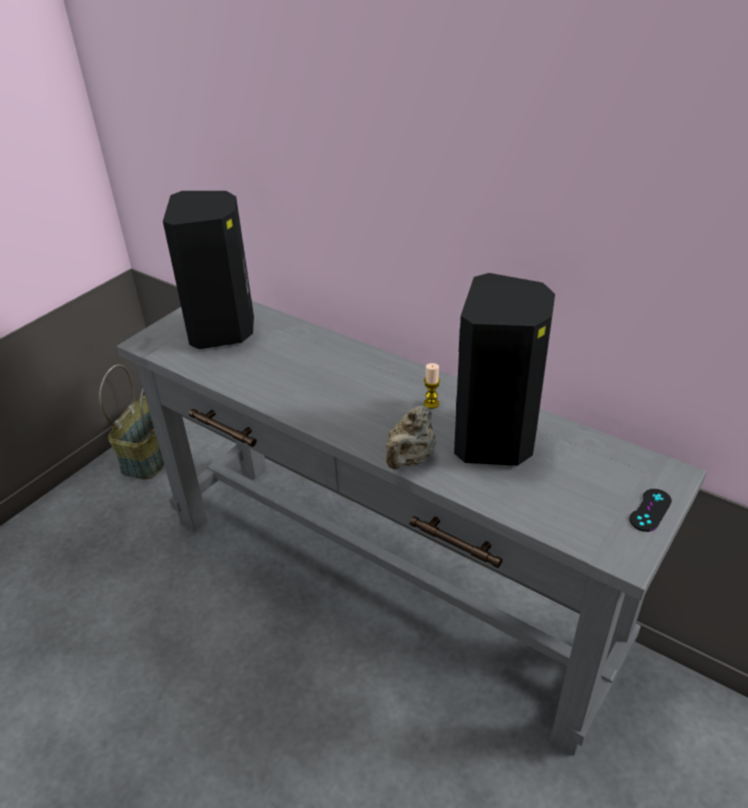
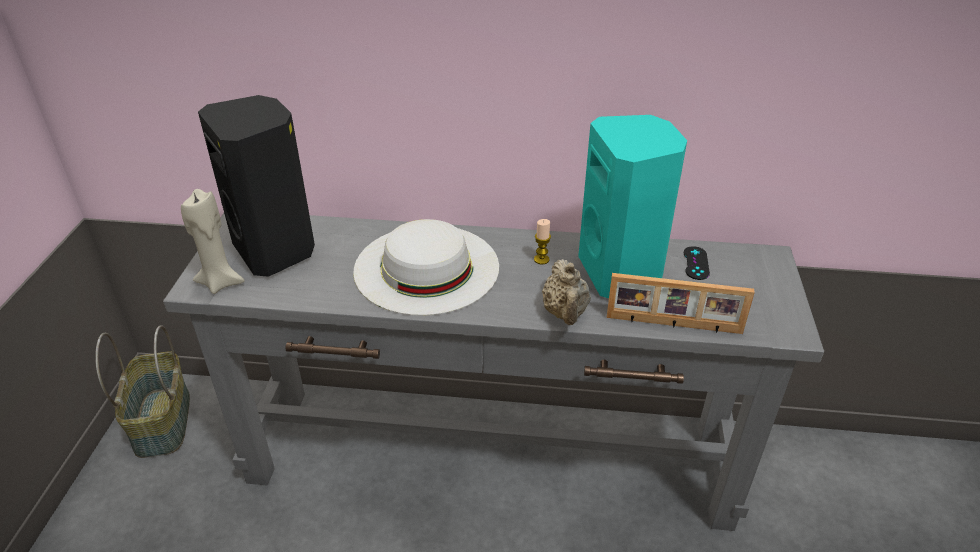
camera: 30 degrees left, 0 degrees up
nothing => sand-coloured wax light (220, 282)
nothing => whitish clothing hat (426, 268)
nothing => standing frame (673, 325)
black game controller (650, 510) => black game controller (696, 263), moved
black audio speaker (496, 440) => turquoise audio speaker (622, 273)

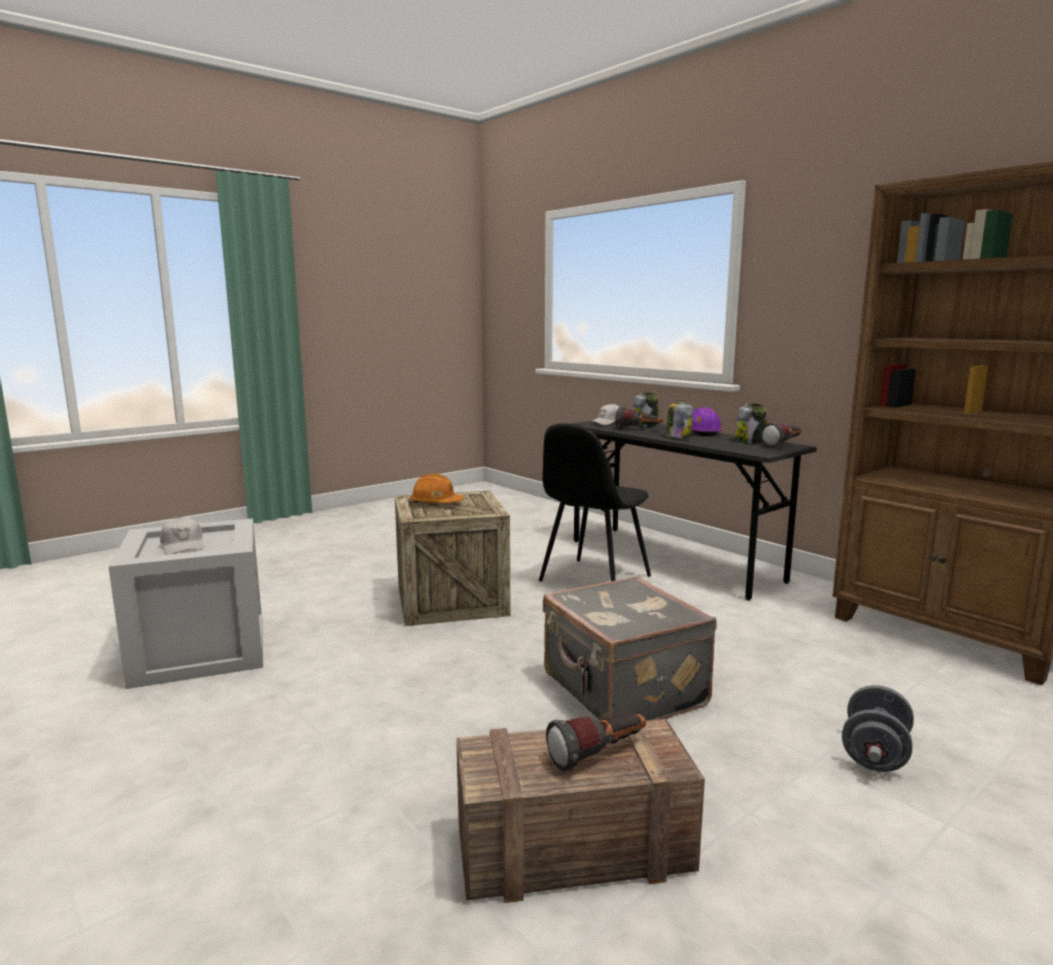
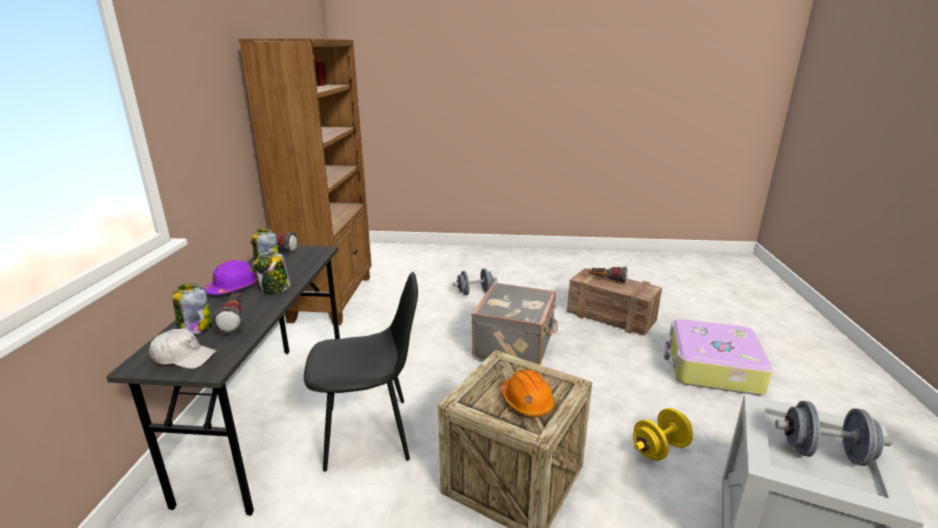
camera: 135 degrees left, 10 degrees up
nothing => yellow-coloured free weight (659, 449)
nothing => piece of luggage (712, 368)
whitish baseball cap (183, 546) => greyish free weight (824, 453)

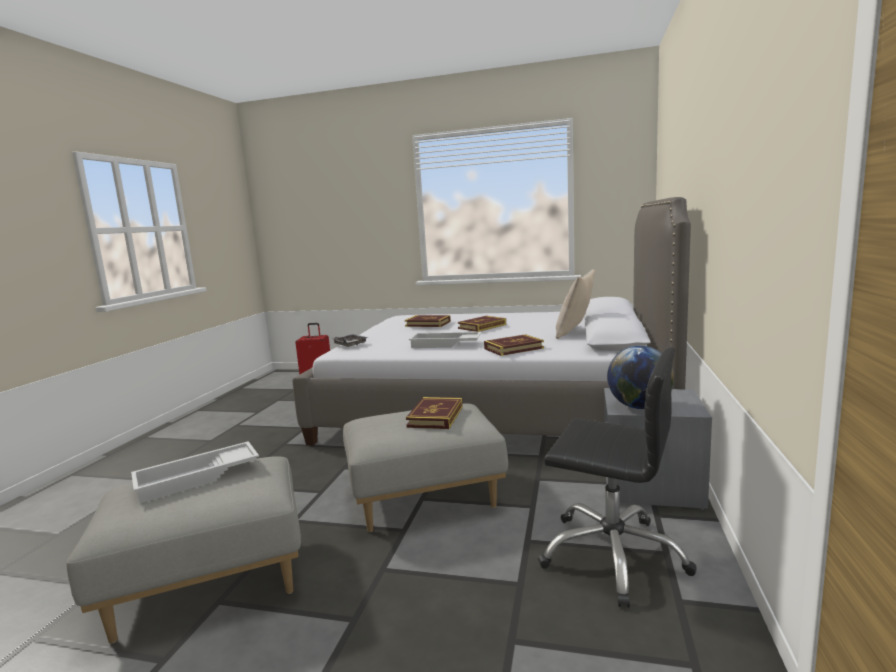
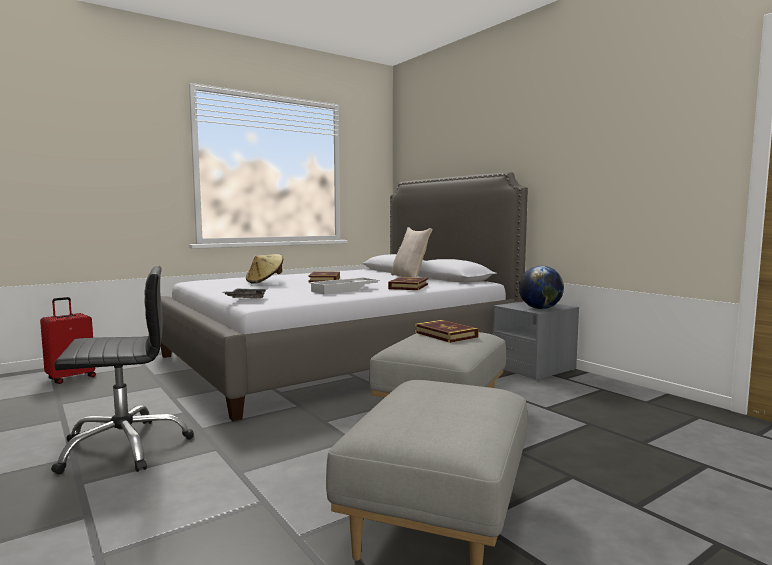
camera: 50 degrees left, 5 degrees down
whitish carrying tray (197, 478) => nothing
black office chair (613, 555) => black office chair (124, 447), moved
volume (428, 324) => sand-coloured clothing hat (265, 281)

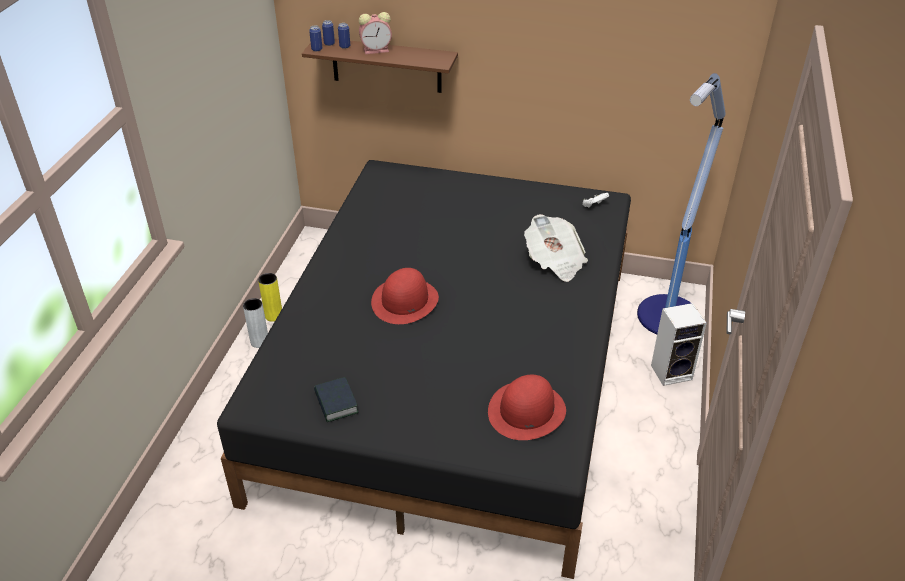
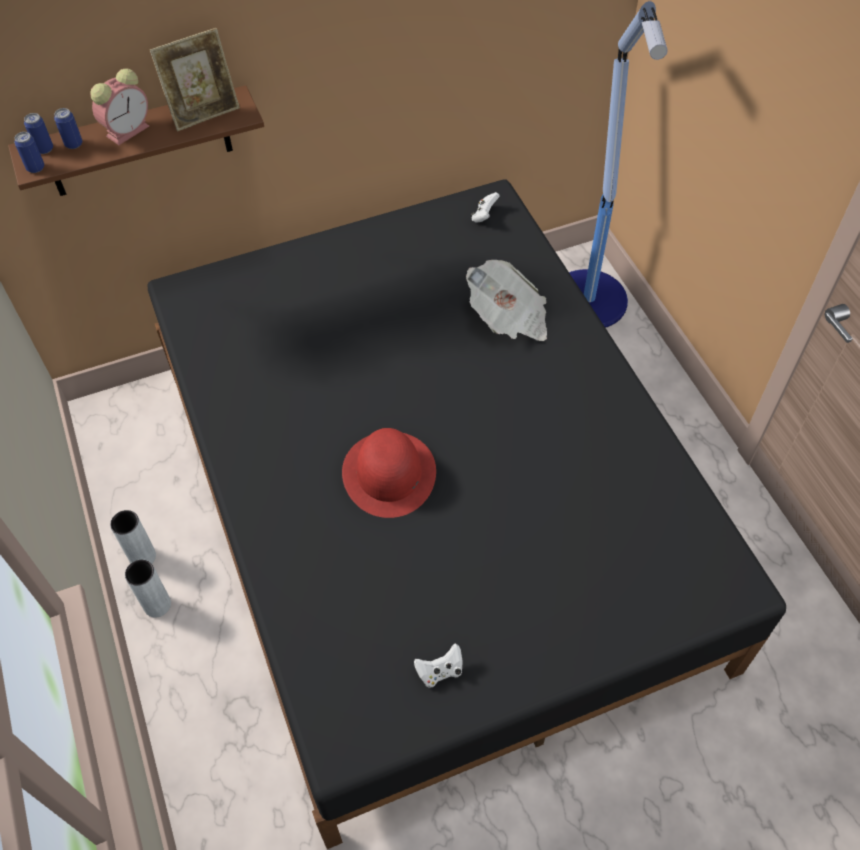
camera: 35 degrees left, 15 degrees up
red clothing hat (526, 411) => nothing
audio speaker (672, 371) => nothing
nothing => standing frame (204, 112)
volume (336, 403) => whitish game controller (440, 671)
yellow-coloured vase (274, 315) => greyish vase (142, 557)

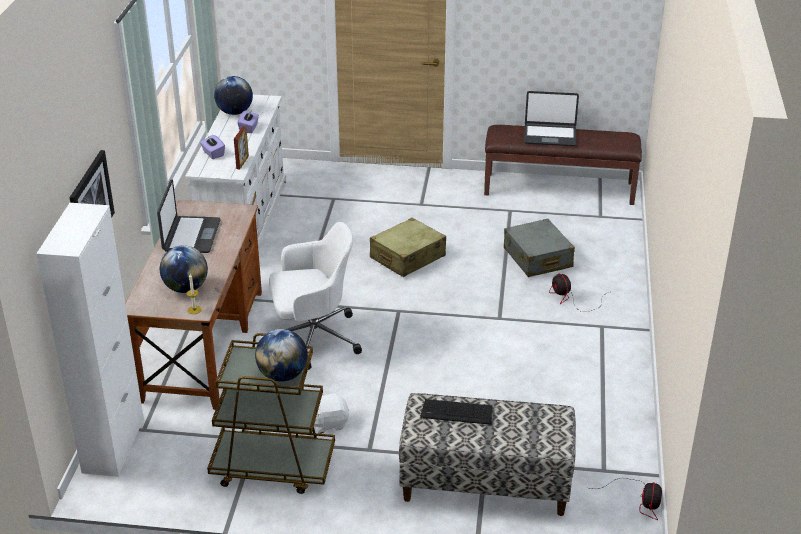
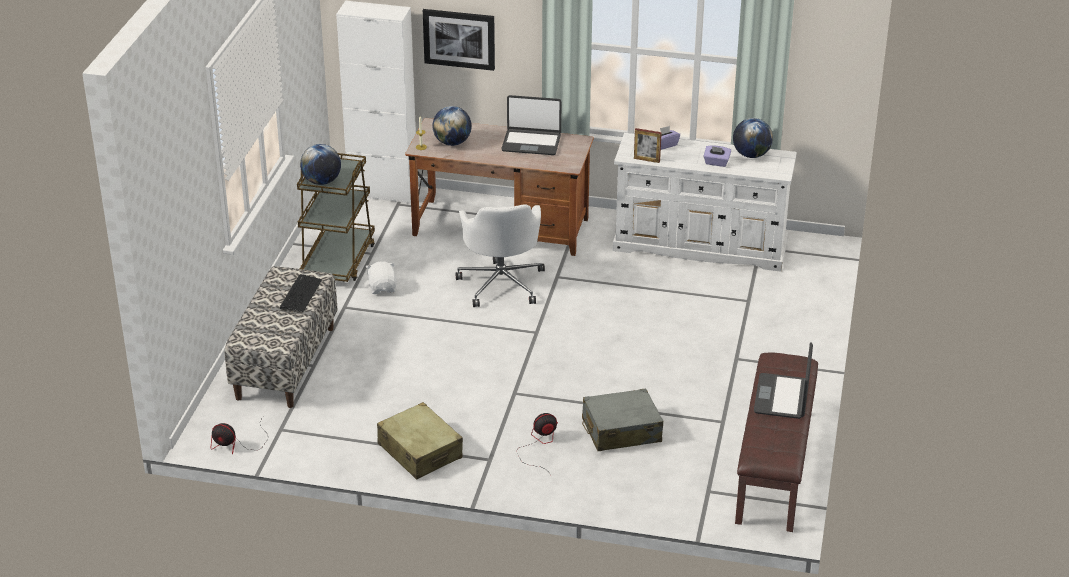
camera: 95 degrees right, 0 degrees up
sand-coloured piece of luggage (407, 257) => sand-coloured piece of luggage (420, 451), moved

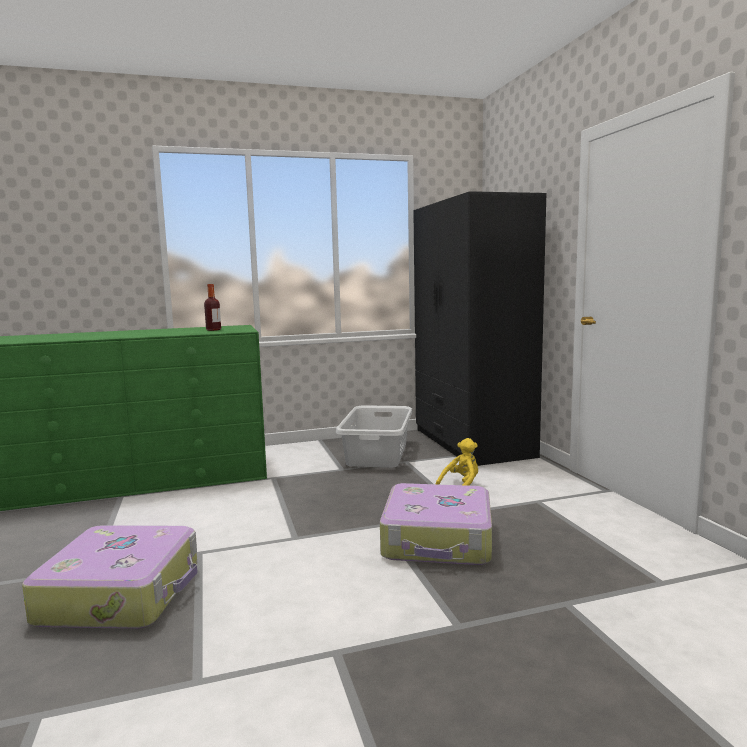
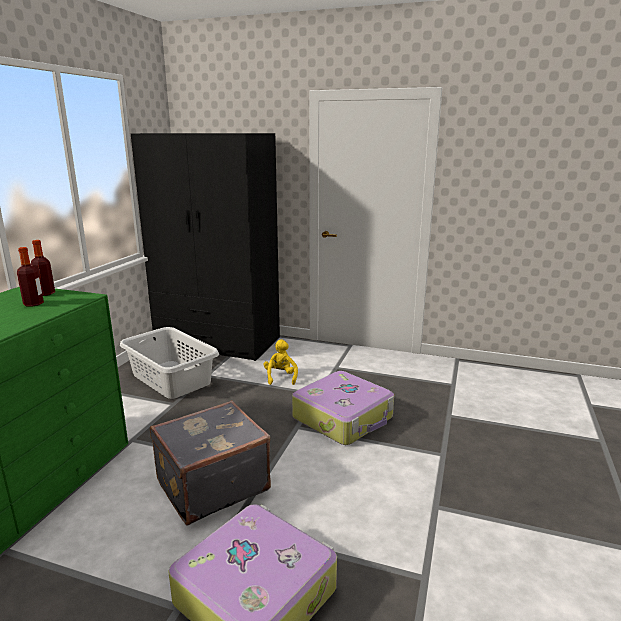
camera: 55 degrees left, 10 degrees up
nothing => bottle (46, 293)
nothing => greyish piece of luggage (211, 484)

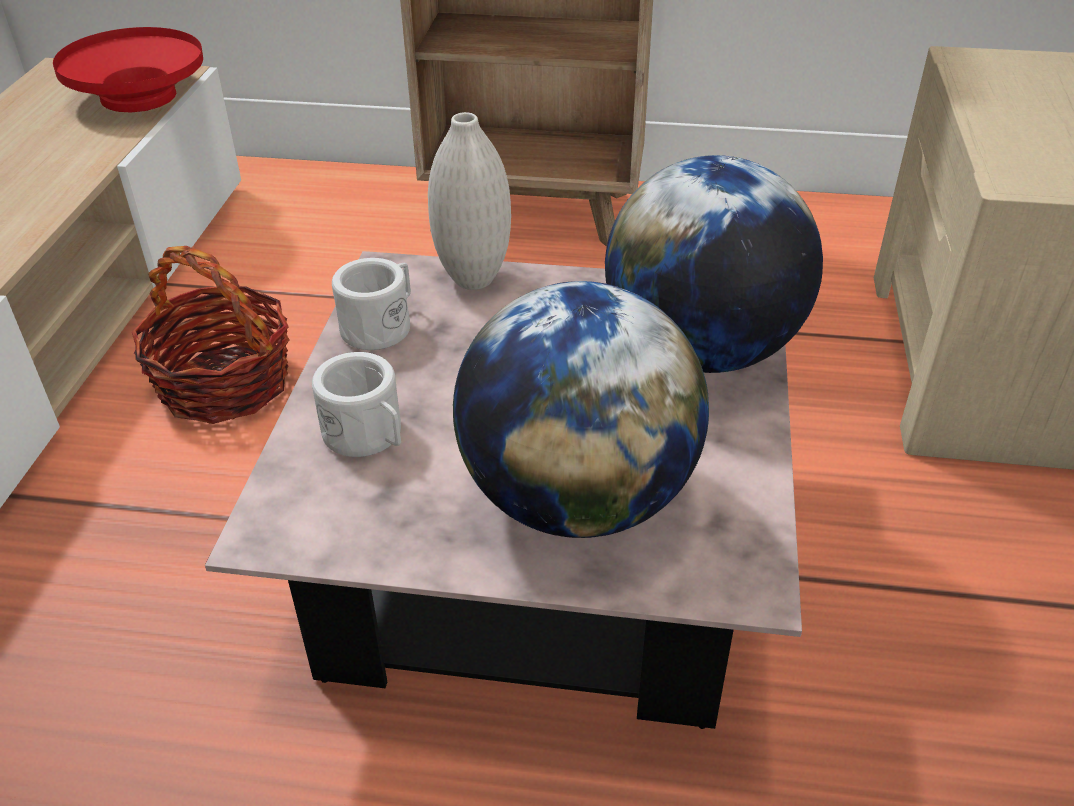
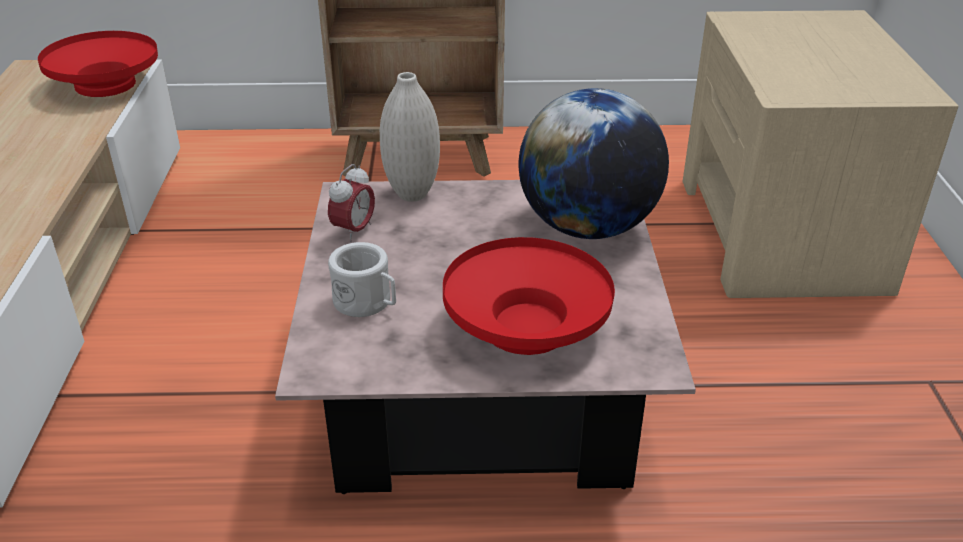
camera: 10 degrees left, 5 degrees down
storage basket (225, 383) => nothing
whitish tea mug (381, 326) => table clock (354, 231)
desk globe (577, 498) => red deep dish (527, 327)

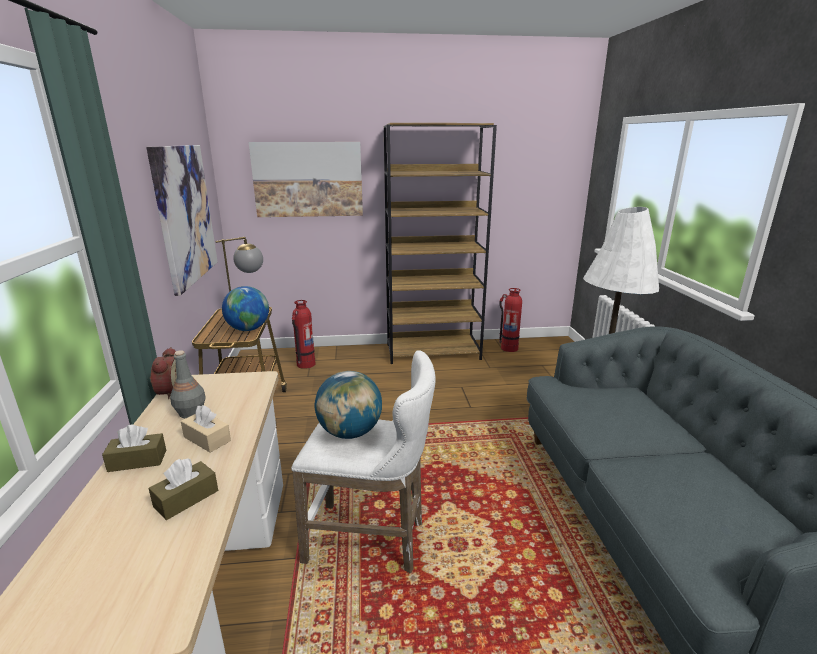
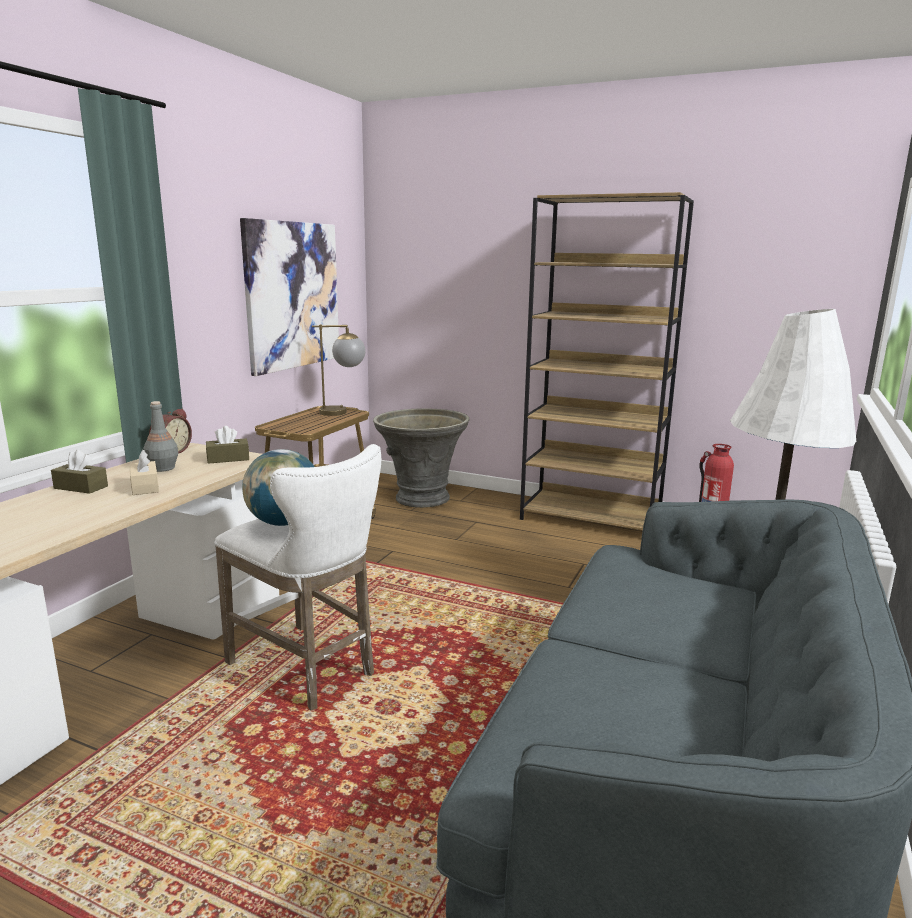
camera: 30 degrees right, 5 degrees down
desk globe (248, 329) => nothing
wall picture (308, 179) => nothing
brownish tissue box (186, 498) => brownish tissue box (228, 459), moved
fire-fighting cylinder (305, 364) => greyish plant pot (421, 498)

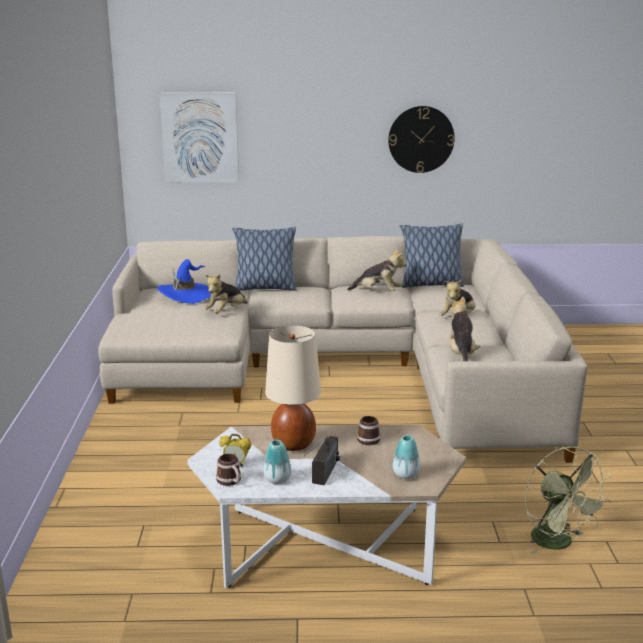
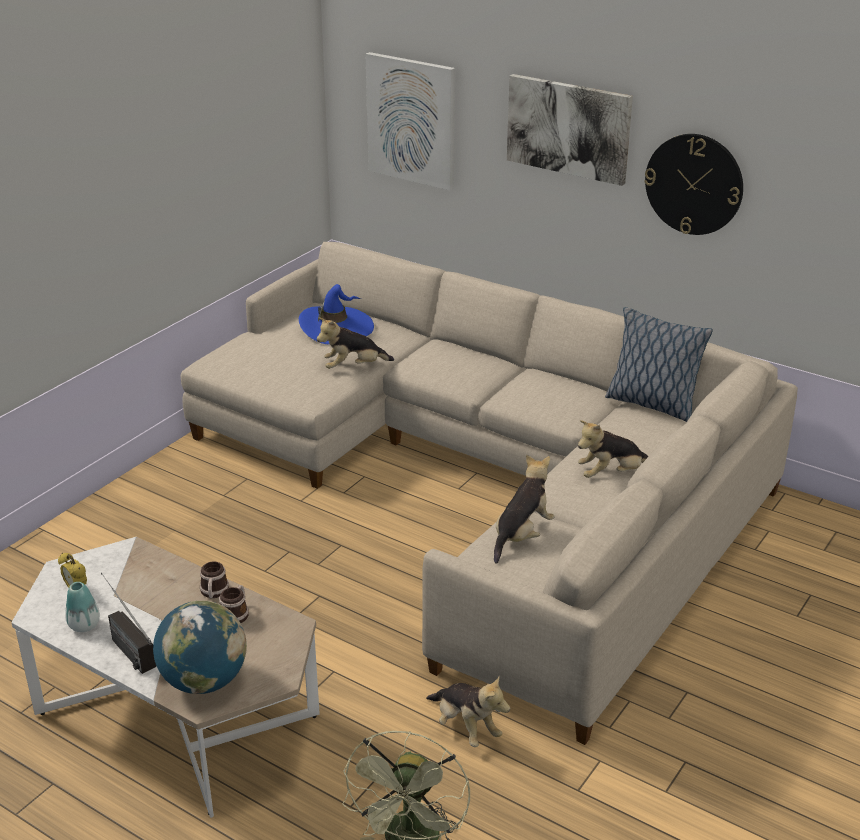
camera: 35 degrees right, 10 degrees up
cushion (265, 288) => nothing
sand-coloured table lamp (293, 444) => nothing
nothing => wall picture (568, 128)
tea mug (230, 481) => tea mug (214, 593), moved
cuddly toy (377, 292) => cuddly toy (465, 727), moved
vase (406, 475) => desk globe (204, 681)
radio (323, 478) => radio (124, 645), 90 degrees clockwise

